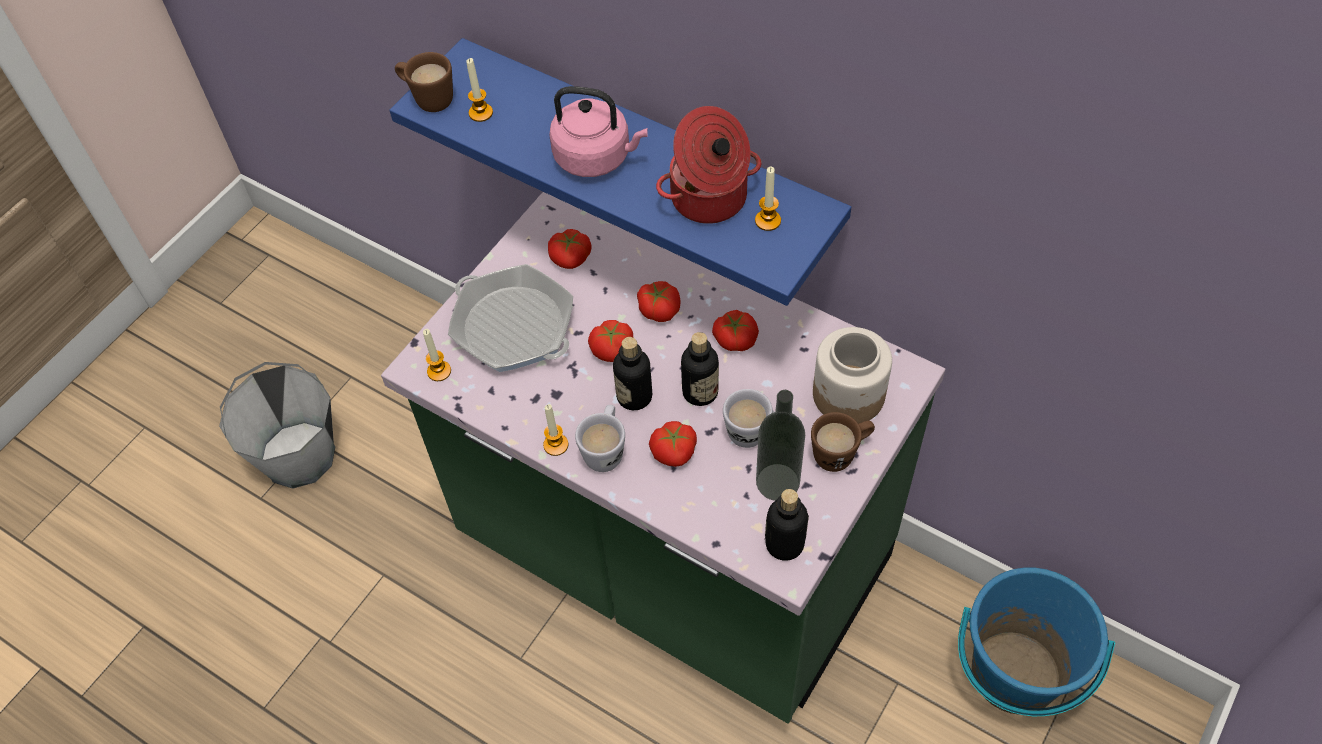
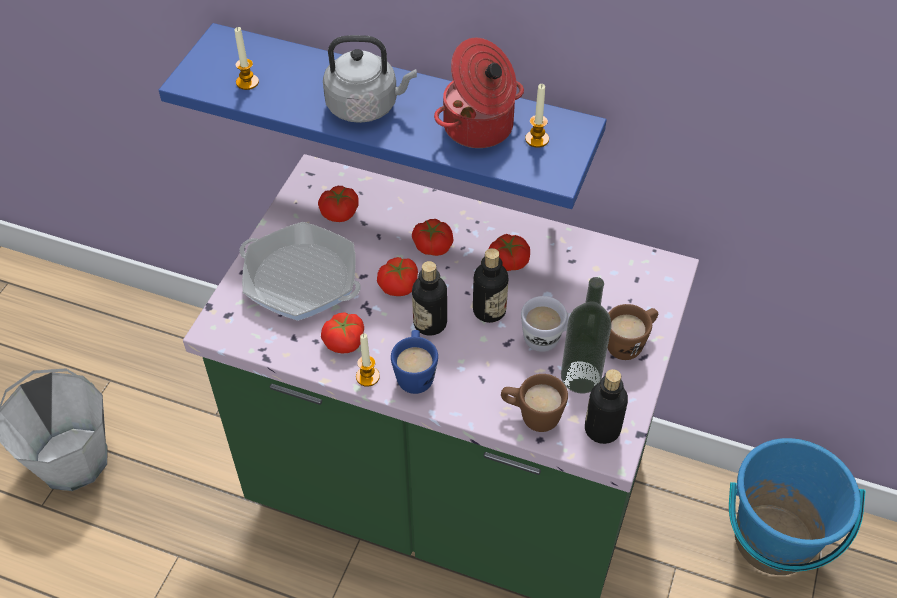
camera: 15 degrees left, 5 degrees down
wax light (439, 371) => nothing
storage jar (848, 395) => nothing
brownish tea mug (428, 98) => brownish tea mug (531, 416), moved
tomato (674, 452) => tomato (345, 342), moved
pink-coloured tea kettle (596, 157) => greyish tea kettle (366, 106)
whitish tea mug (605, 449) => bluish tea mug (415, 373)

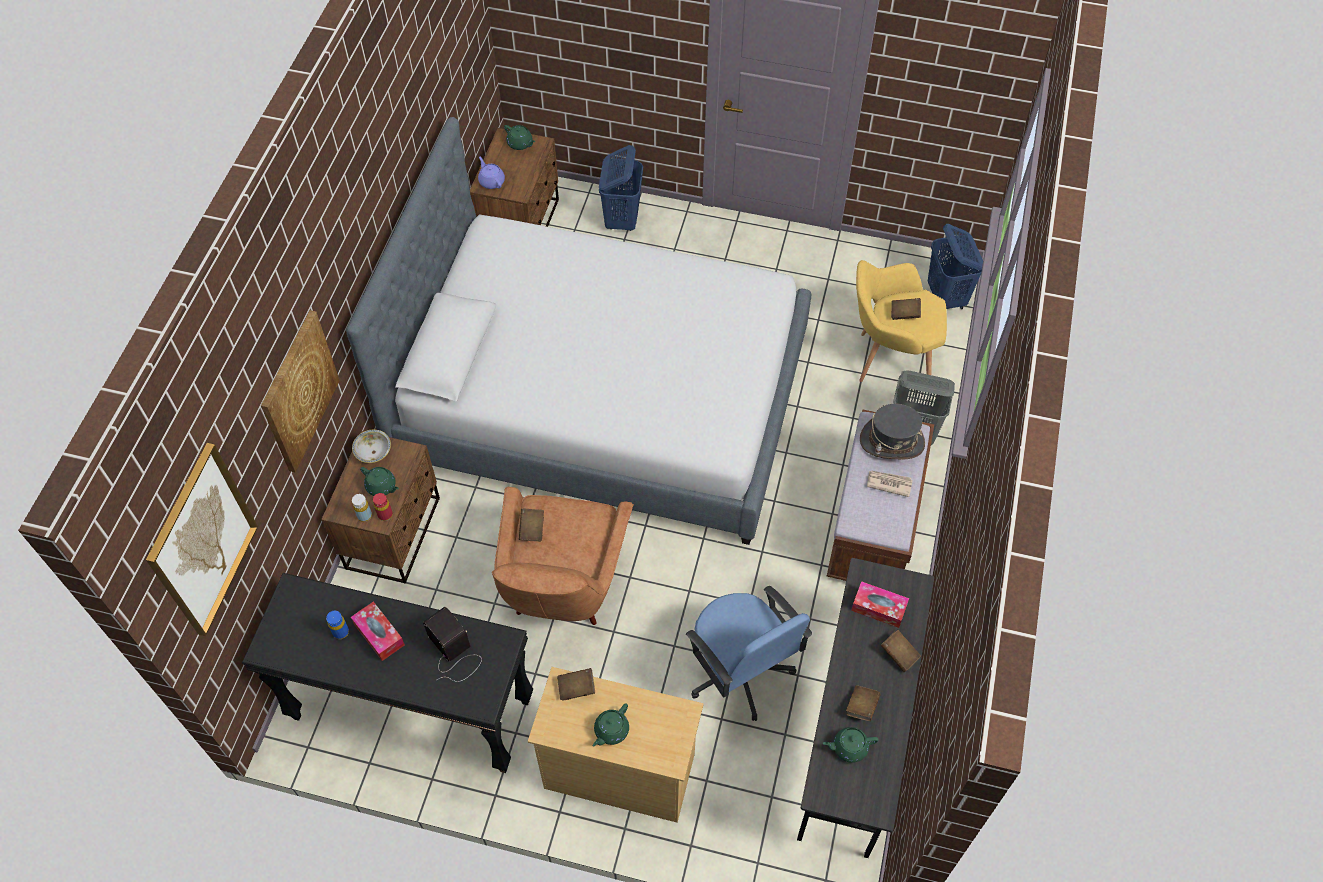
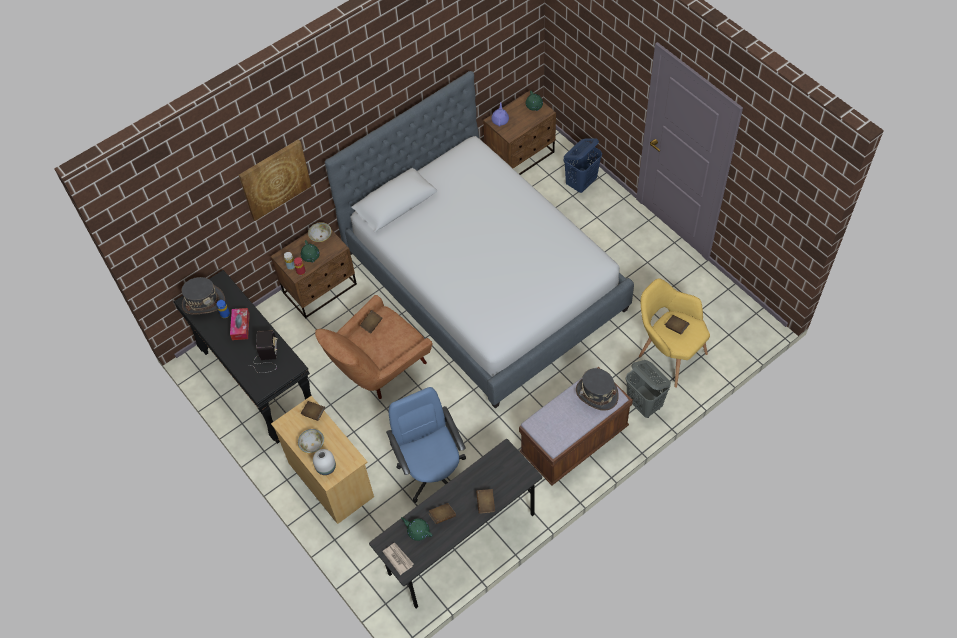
camera: 40 degrees right, 0 degrees up
wall picture (202, 541) => nothing
tissue box (878, 608) => nothing
bluish laundry basket (946, 297) => nothing
nothing => greyish clothing hat (203, 302)
nothing => whitish vase (326, 467)
printed paper (889, 483) => printed paper (398, 558), moved
green tea pot (611, 731) => deep dish (312, 444)
bluish office chair (739, 671) => bluish office chair (432, 471), 150 degrees clockwise

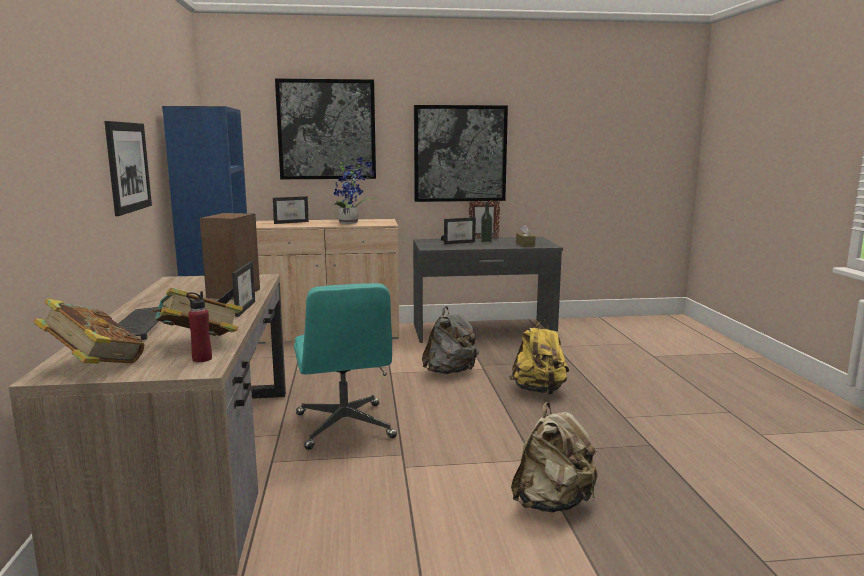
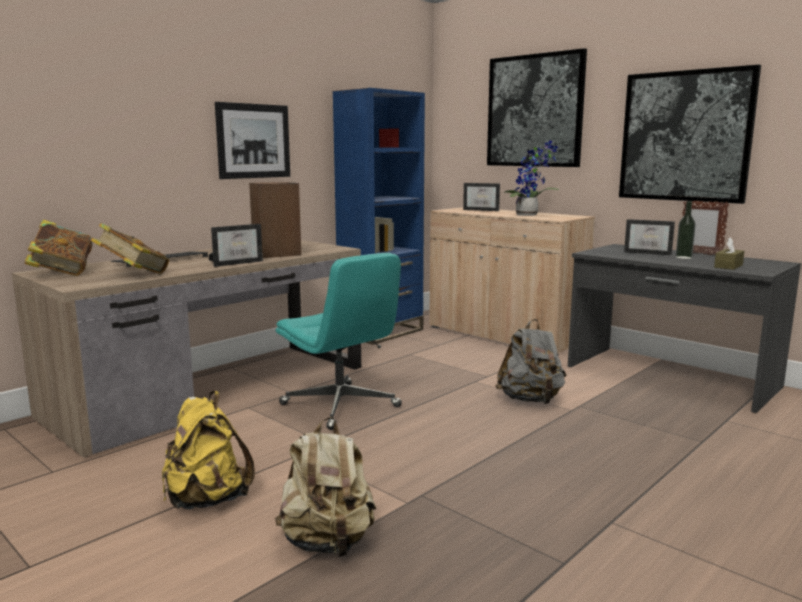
camera: 50 degrees right, 0 degrees up
red bottle (202, 359) => nothing
yellow-coloured knapsack (539, 391) => yellow-coloured knapsack (207, 500), moved
turquoise office chair (345, 426) => turquoise office chair (341, 406), 75 degrees counterclockwise

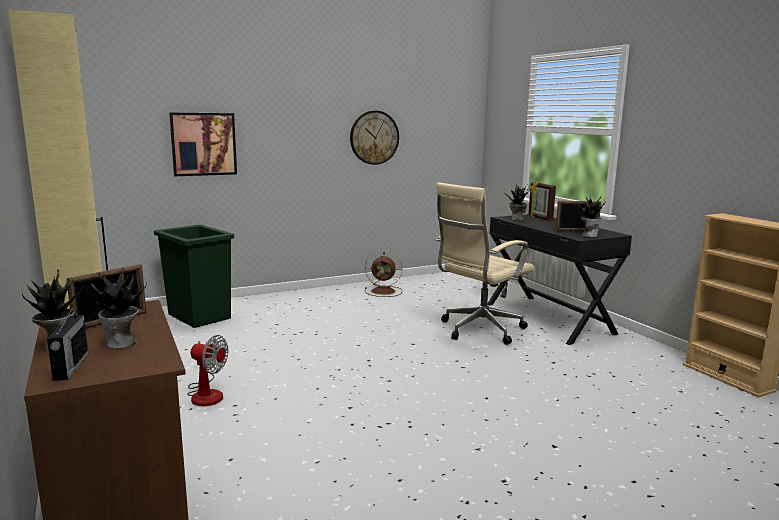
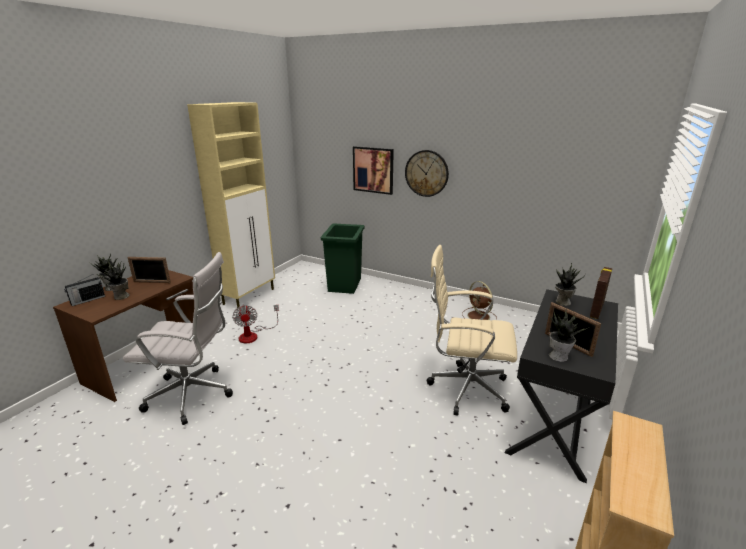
camera: 55 degrees right, 10 degrees up
nothing => whitish office chair (194, 395)
clock on the wall (374, 137) => clock on the wall (426, 173), moved

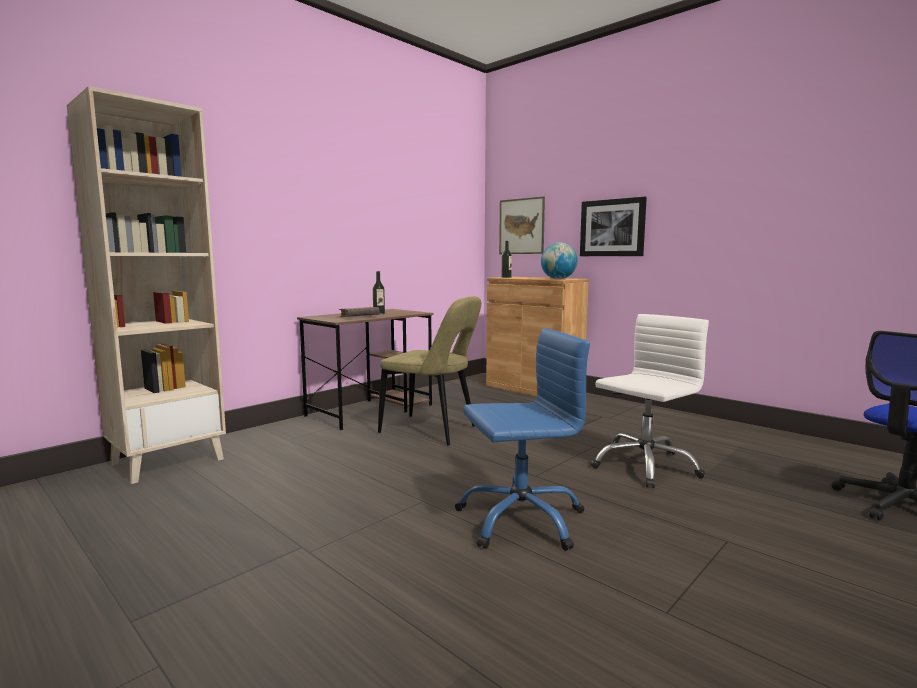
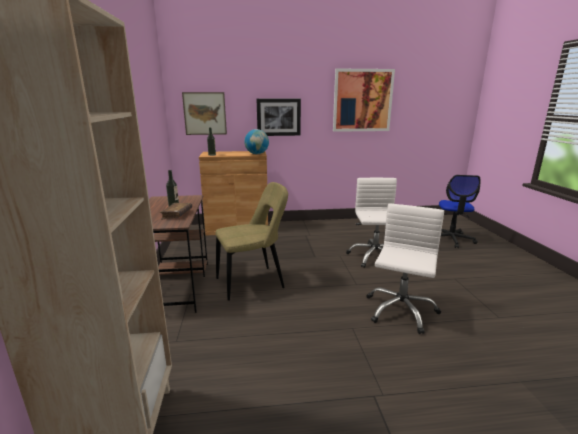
camera: 50 degrees left, 10 degrees up
nothing => wall picture (362, 100)
bluish office chair (520, 519) => whitish office chair (400, 310)

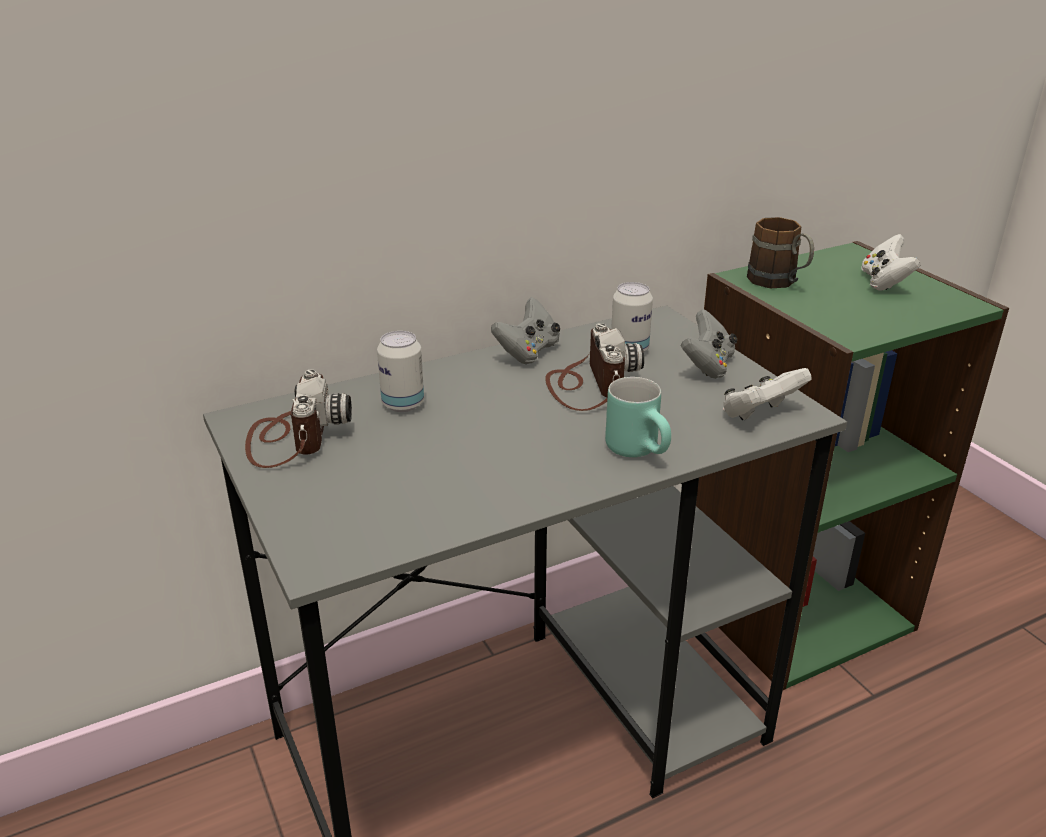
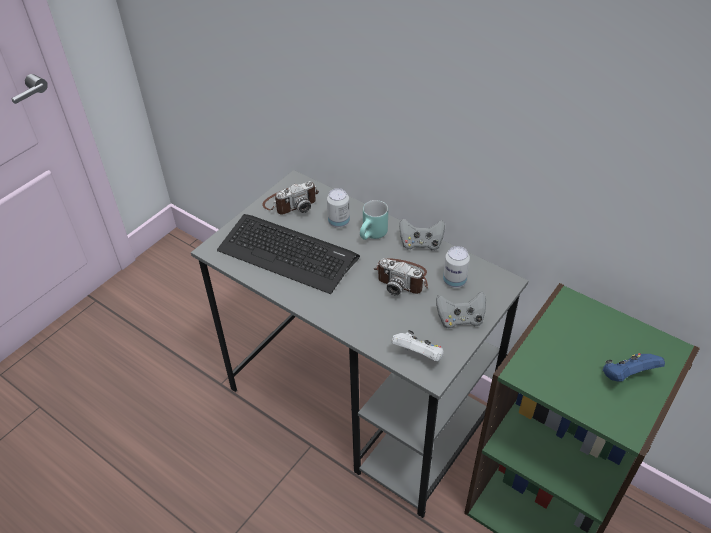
camera: 65 degrees right, 15 degrees up
brownish tea mug (779, 283) => nothing
nothing => PC keyboard (287, 253)
turquoise tea mug (641, 451) => turquoise tea mug (373, 236), moved
whitish game controller (884, 282) => bluish game controller (626, 376)
still camera (588, 385) => still camera (402, 278), 60 degrees clockwise

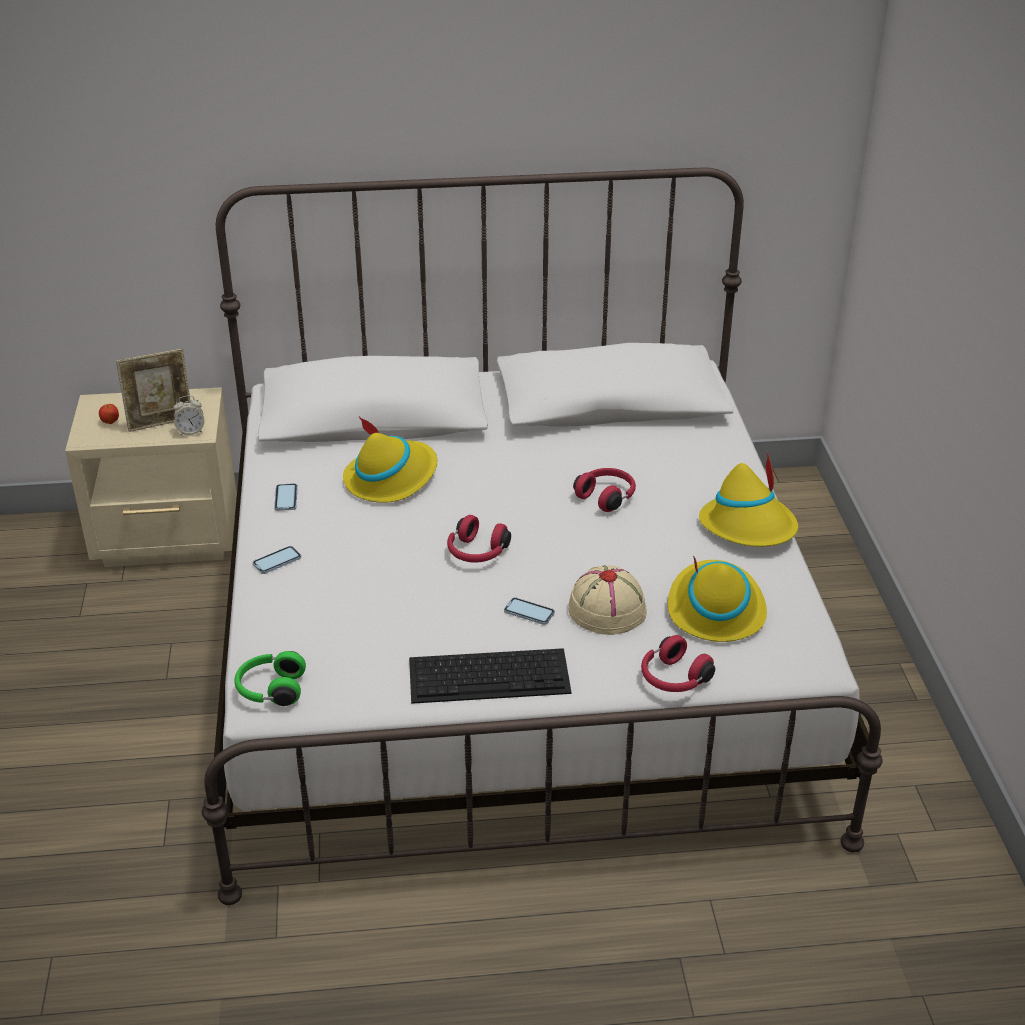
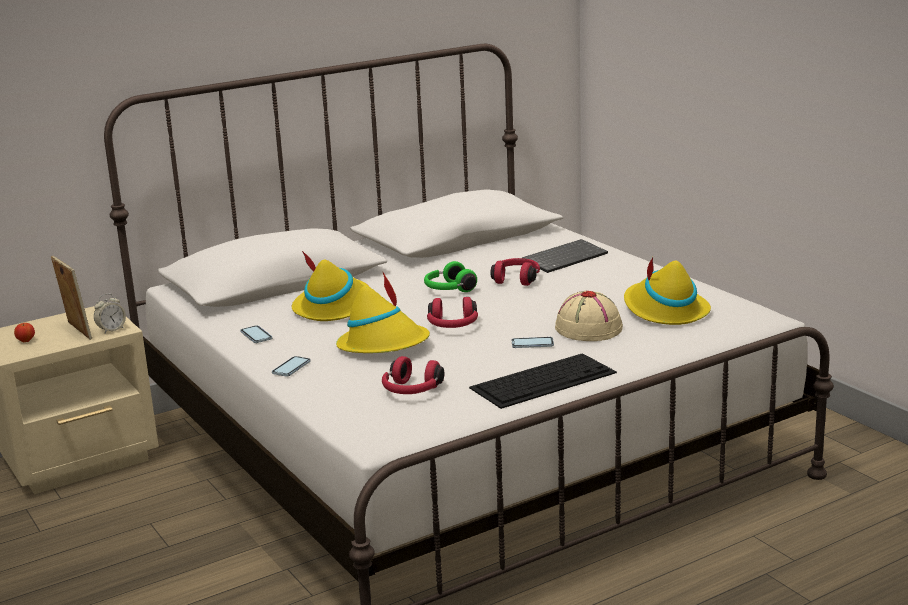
camera: 25 degrees left, 15 degrees down
nothing => PC keyboard (564, 258)
green pair of headphones (270, 689) => green pair of headphones (449, 289), moved
red pair of headphones (673, 679) => red pair of headphones (411, 391), moved
yellow-coloured clothing hat (749, 527) => yellow-coloured clothing hat (384, 345), moved
standing frame (161, 423) => standing frame (77, 331), 75 degrees counterclockwise

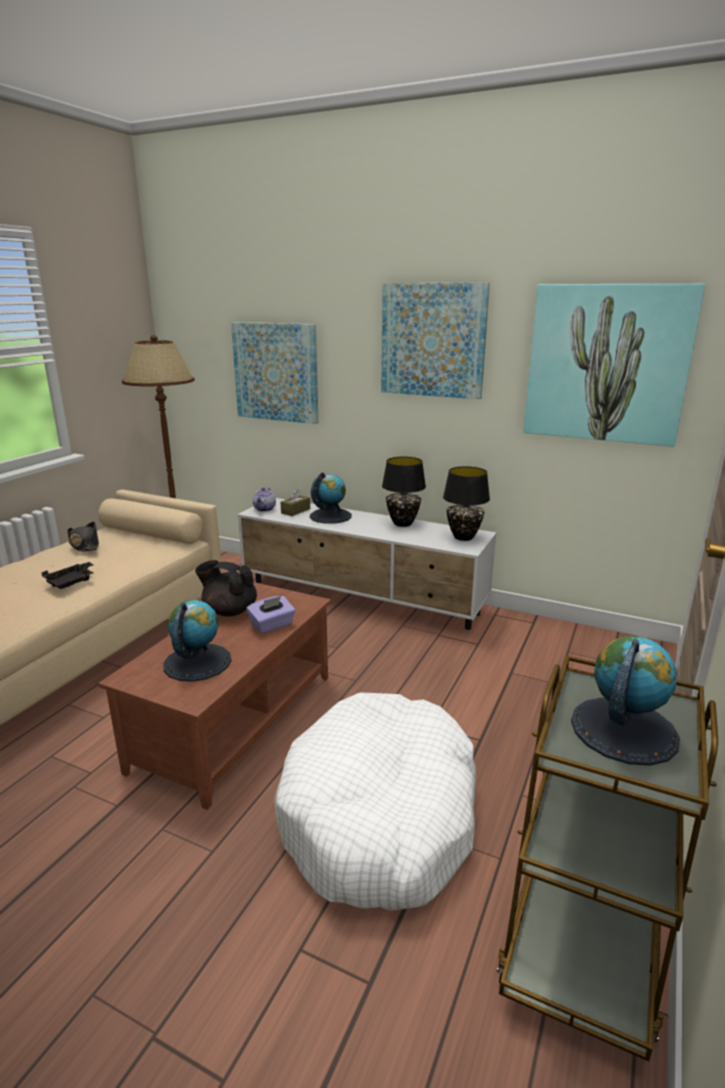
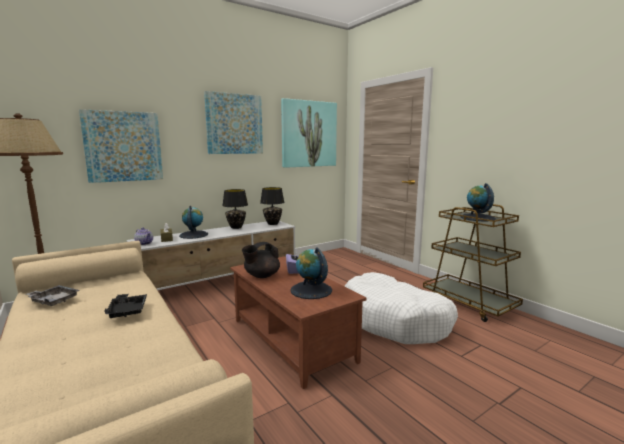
camera: 60 degrees left, 10 degrees down
black clothing hat (84, 545) => greyish carrying tray (53, 300)

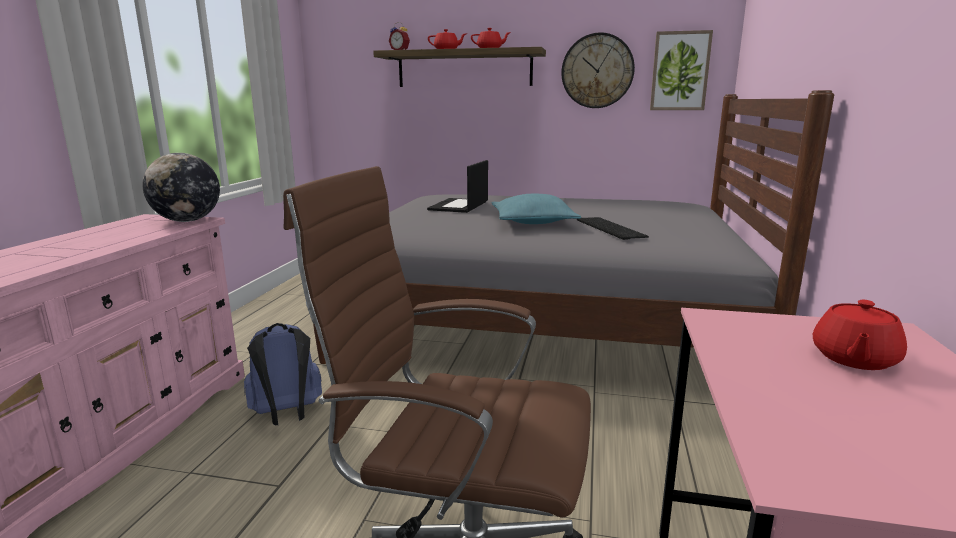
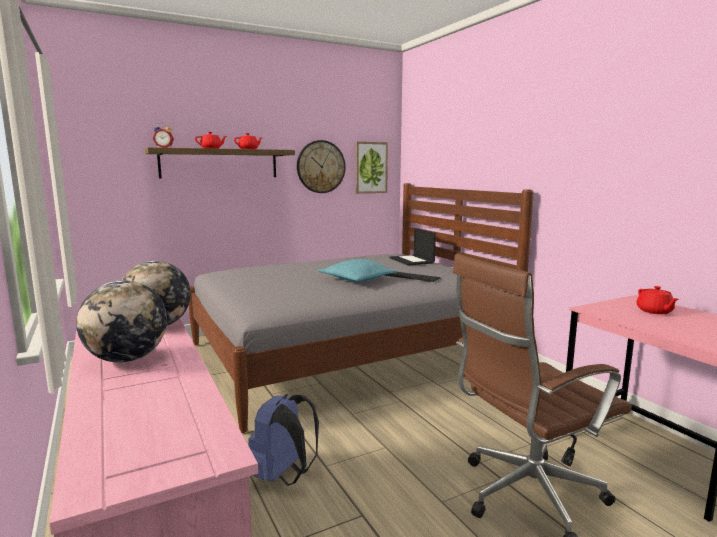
camera: 40 degrees left, 5 degrees down
nothing => desk globe (127, 359)
notebook computer (459, 206) => notebook computer (412, 260), moved

